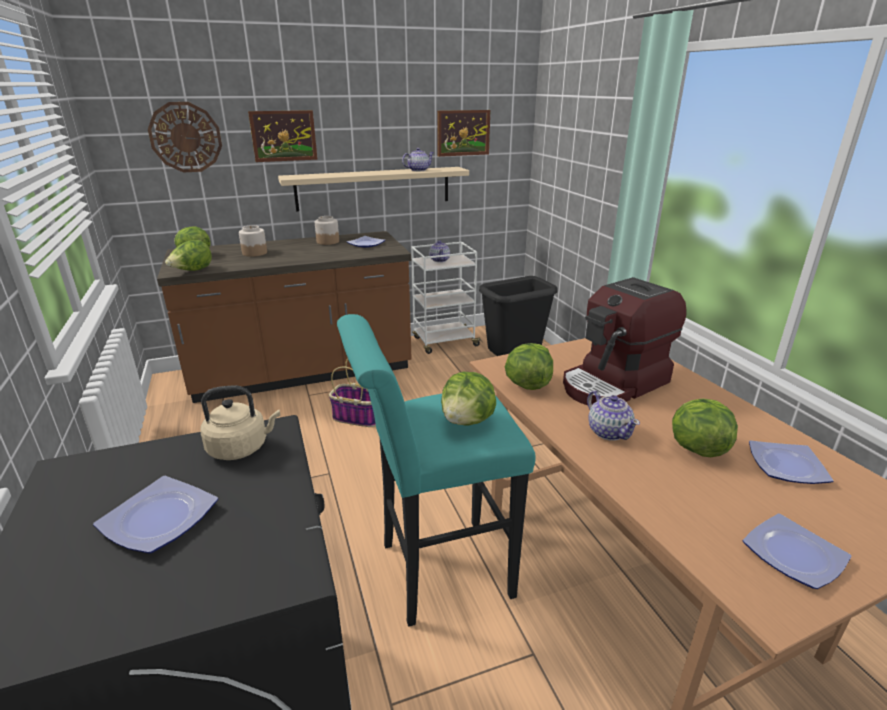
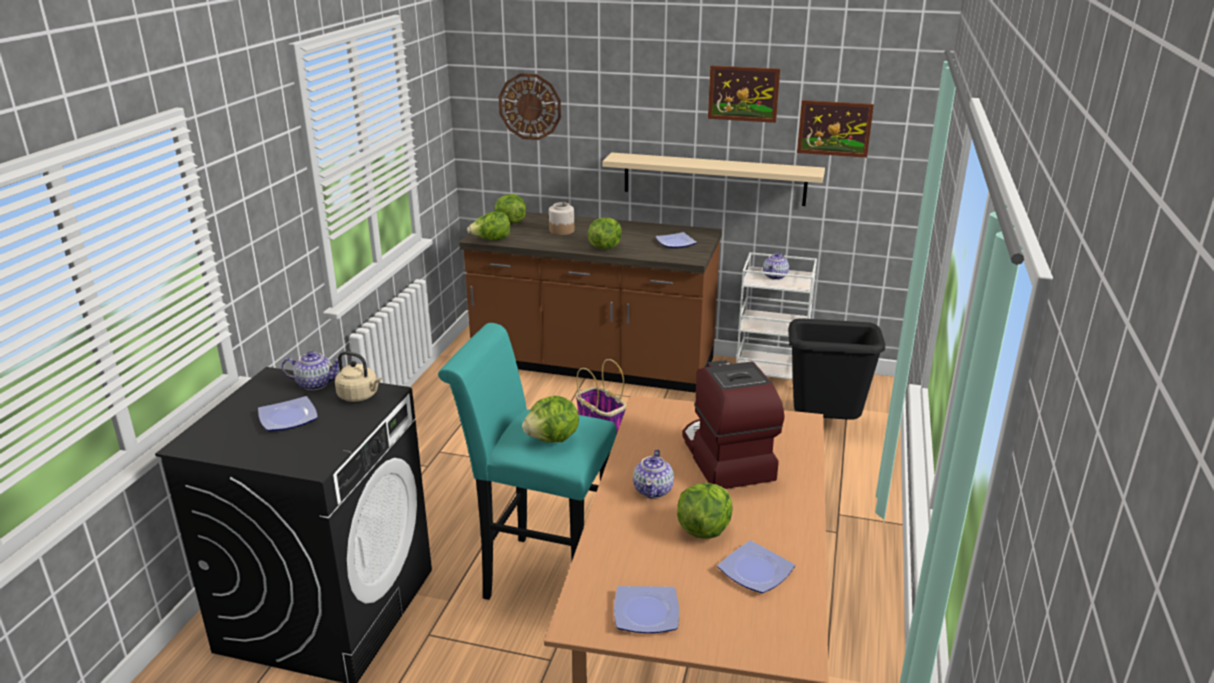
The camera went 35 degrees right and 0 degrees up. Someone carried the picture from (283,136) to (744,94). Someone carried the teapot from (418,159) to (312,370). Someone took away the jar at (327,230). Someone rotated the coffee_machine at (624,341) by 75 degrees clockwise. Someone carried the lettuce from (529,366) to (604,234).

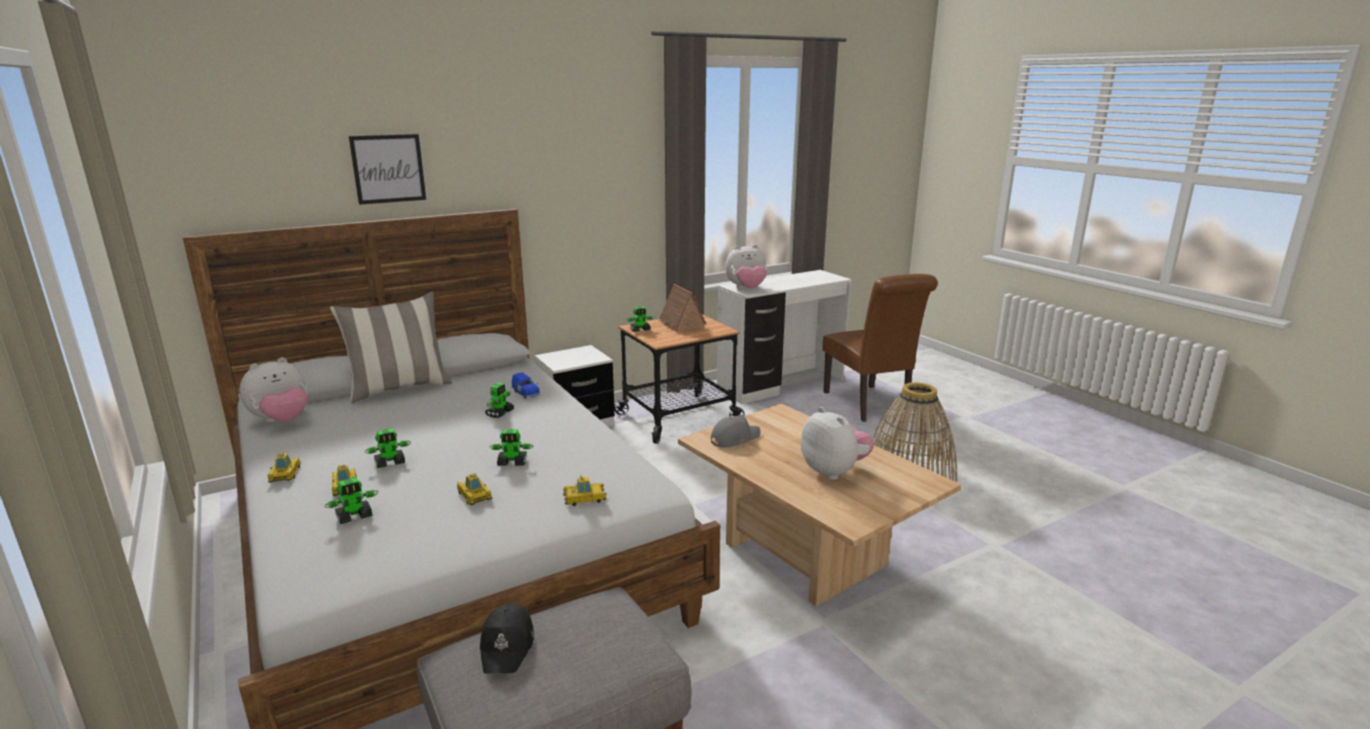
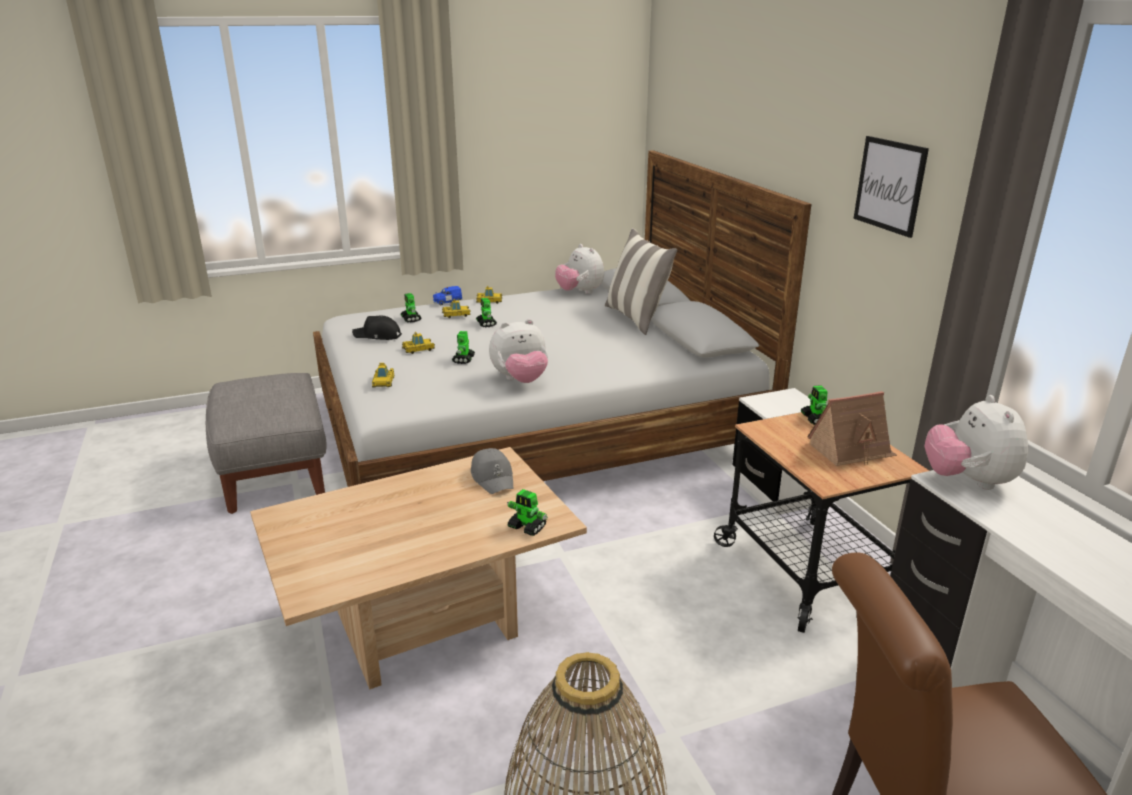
The camera went 100 degrees right and 5 degrees up. Someone carried the picture from (387,169) to (891,187). Someone carried the blue_toy_car from (525,386) to (448,295). Someone carried the toy_robot from (499,400) to (527,512). Someone carried the plush_toy from (837,443) to (518,351). Someone carried the black_cap from (507,638) to (377,327).

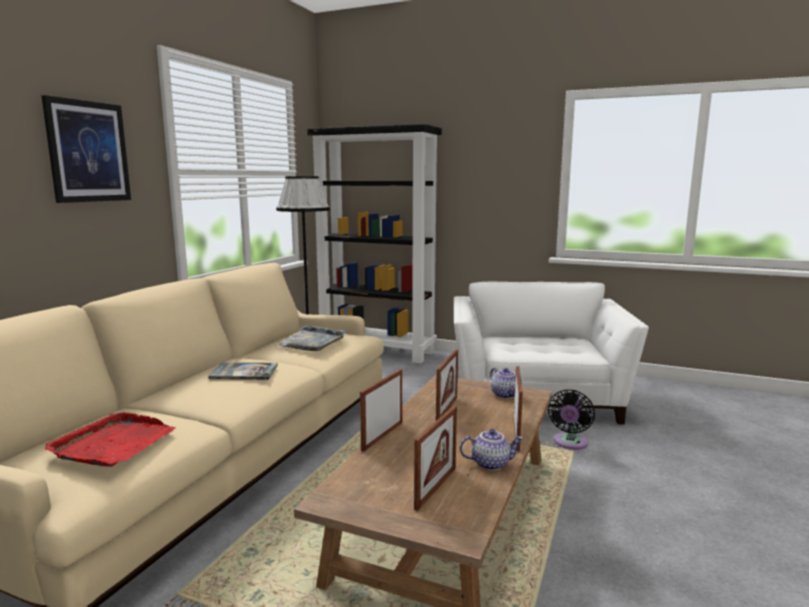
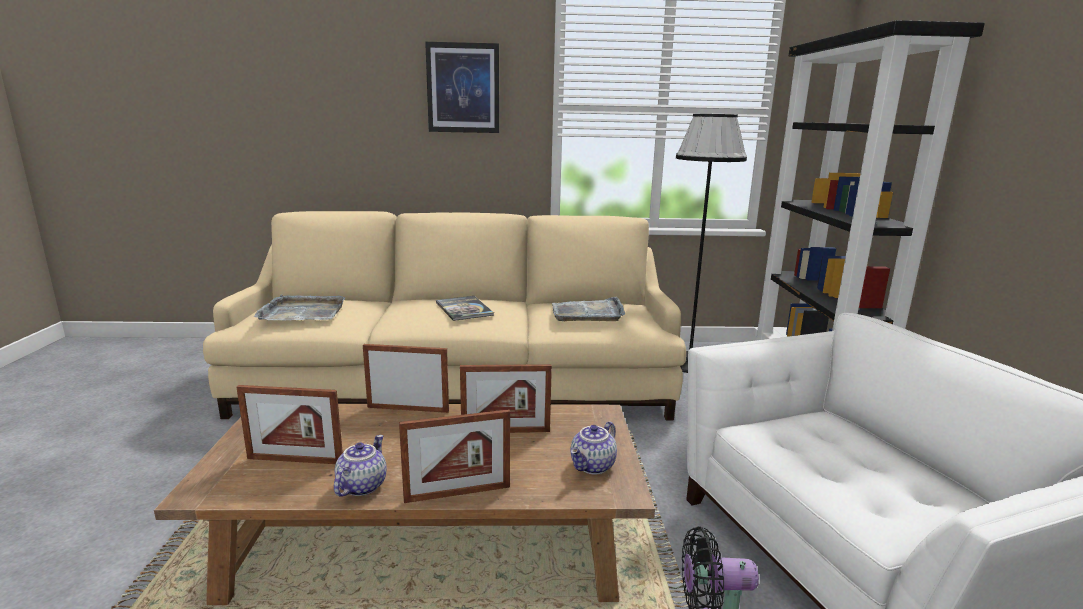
The camera went 65 degrees right and 5 degrees up. Someone repainted the red_tray at (110,439), which became the grey_tray at (299,307). Someone rotated the teapot at (491,449) by 135 degrees counterclockwise.

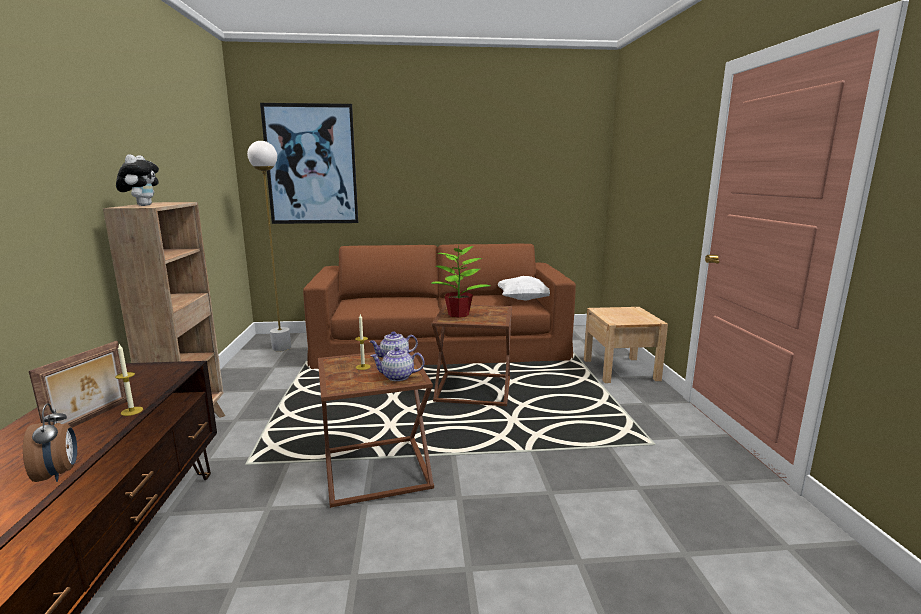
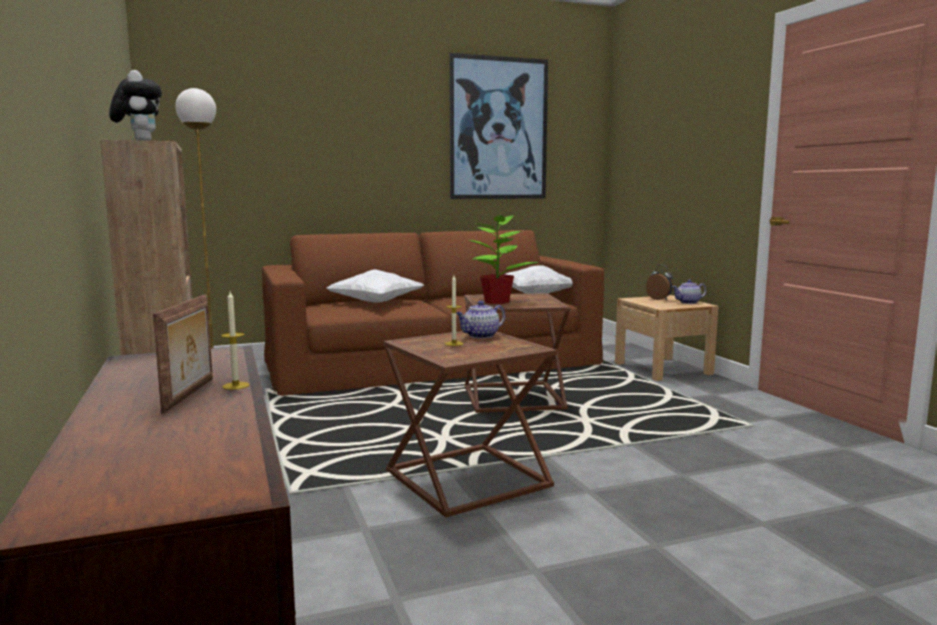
The camera went 15 degrees left and 5 degrees down. Someone carried the picture from (309,163) to (498,126). Someone carried the teapot from (397,364) to (689,292). Someone carried the alarm_clock from (50,442) to (659,282). Someone put down the white_pillow at (375,286).

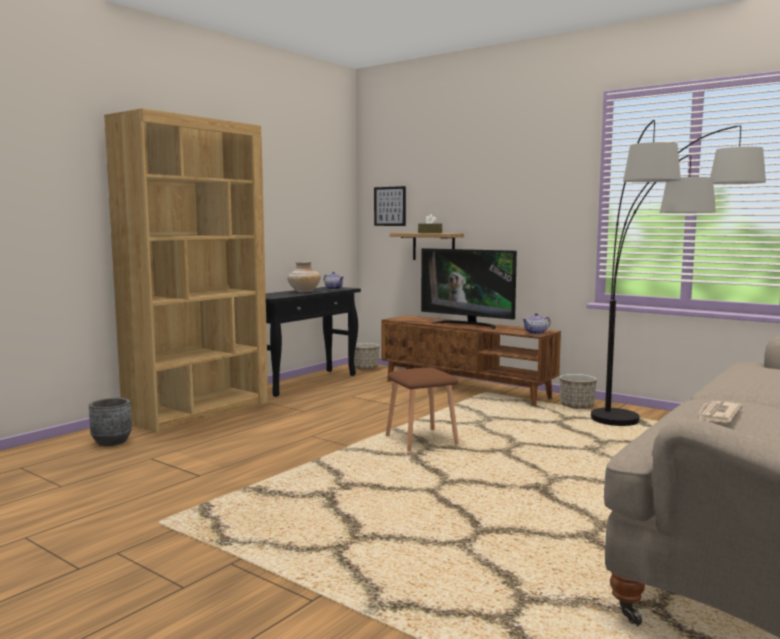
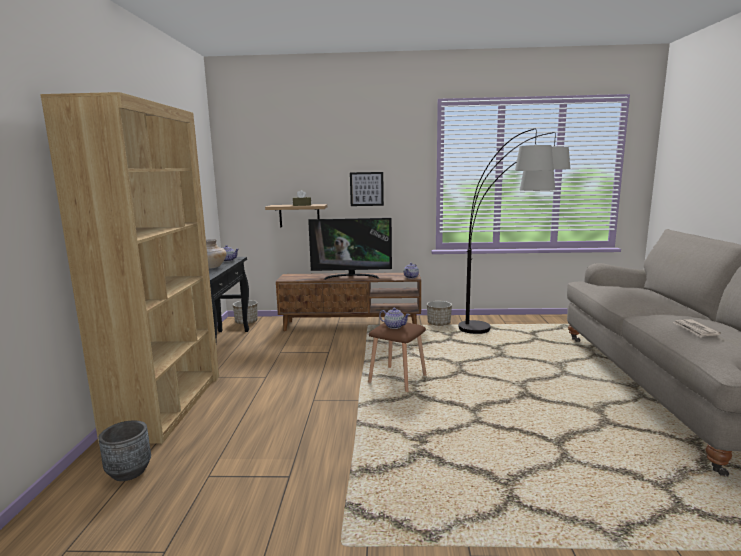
The camera went 35 degrees left and 5 degrees up. Someone carried the picture from (390,206) to (367,189). Someone put down the teapot at (394,318).

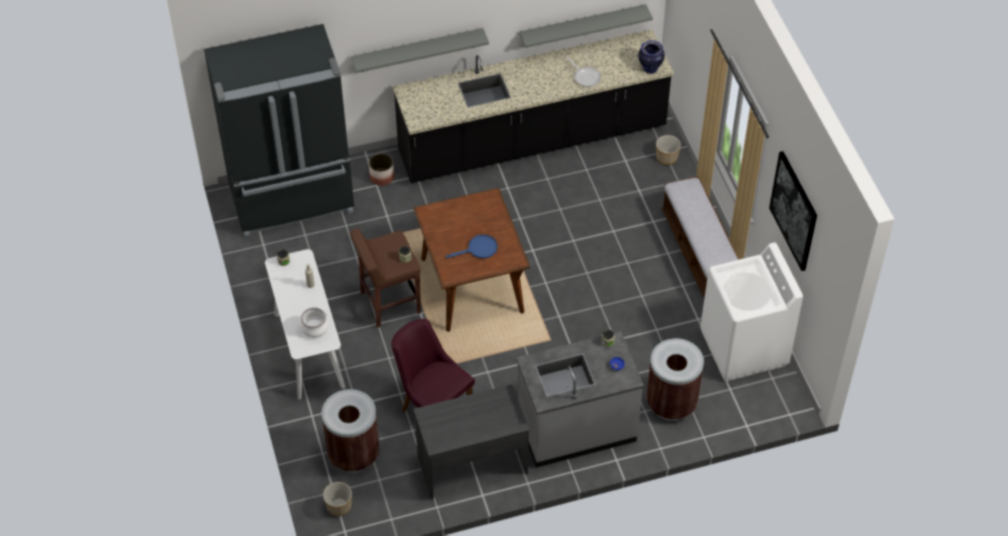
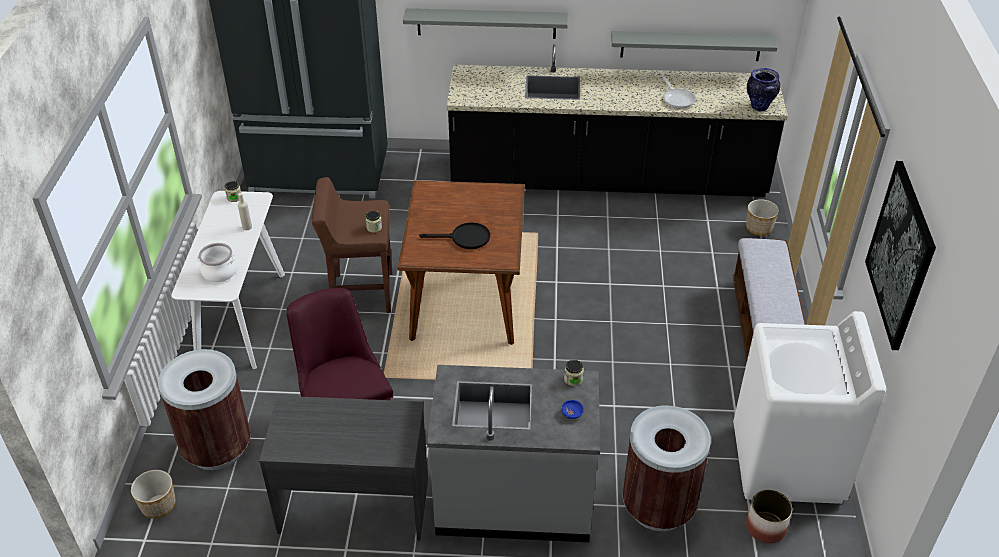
The camera went 20 degrees right and 10 degrees down. Someone carried the planter from (381,169) to (769,516). Someone repainted the blue_frying_pan at (471,246), which became the black_frying_pan at (454,235).

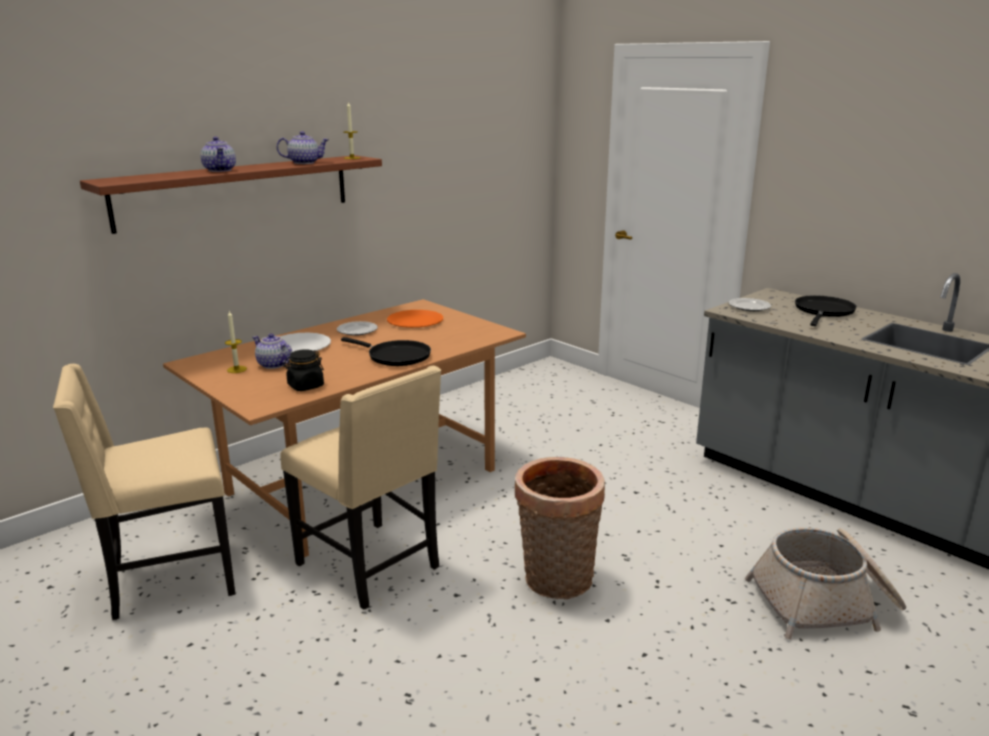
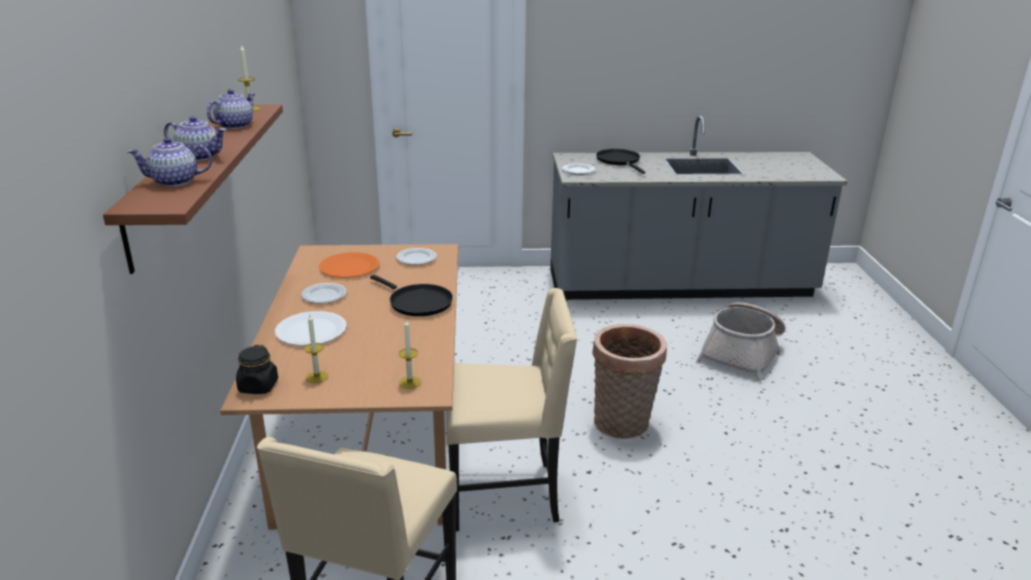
The camera went 50 degrees left and 5 degrees up. Someone carried the teapot from (272,351) to (169,162). Someone rotated the black_frying_pan at (386,351) by 60 degrees clockwise. Someone carried the black_jar from (303,370) to (257,369). Someone put down the plate at (416,256). Someone put down the candle at (410,354).

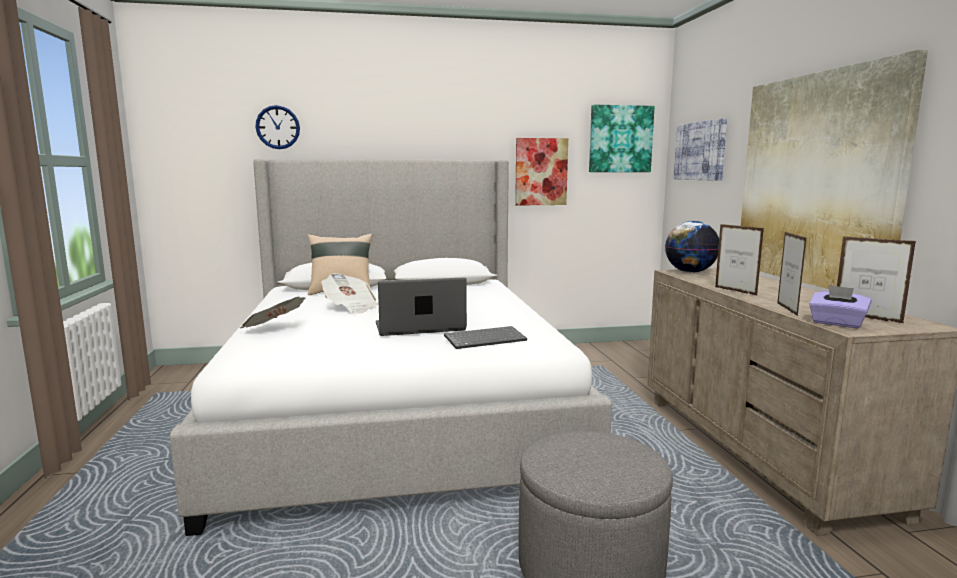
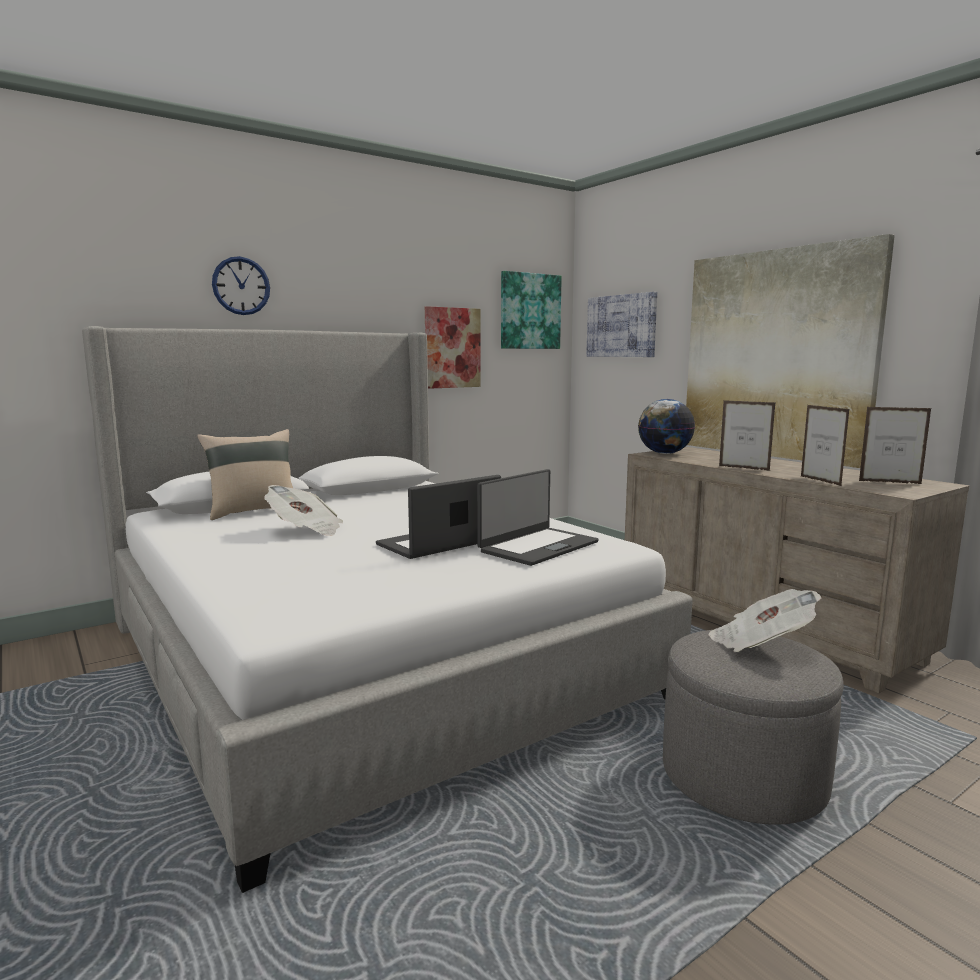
The camera went 25 degrees left and 0 degrees up. Someone carried the wall_clock from (277,127) to (241,285). Someone took away the purple_tissue_box at (840,306). Someone carried the newspaper from (273,312) to (765,620). Someone swapped the keyboard at (485,337) for the laptop at (537,517).

